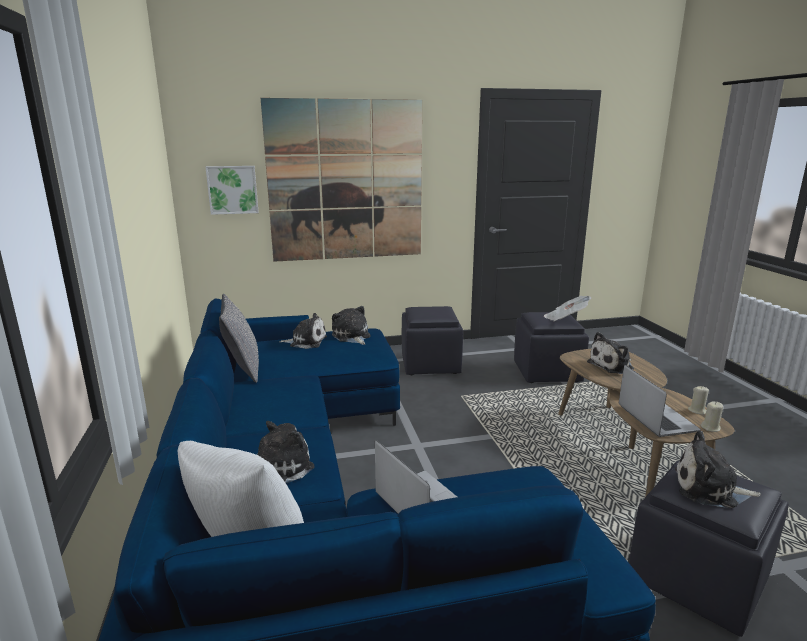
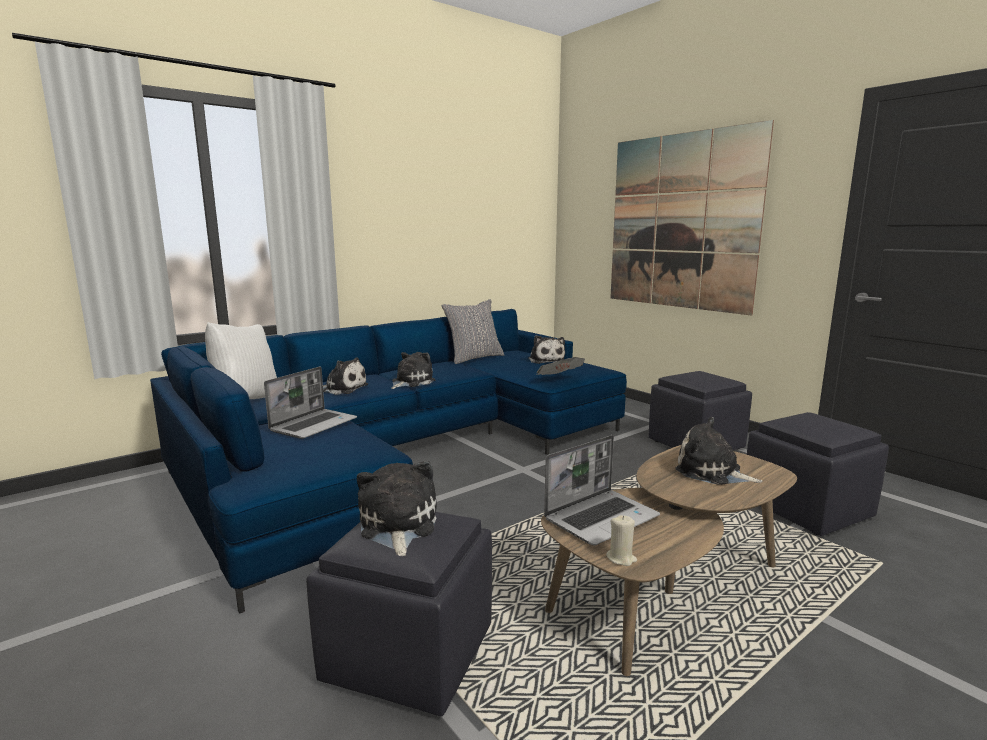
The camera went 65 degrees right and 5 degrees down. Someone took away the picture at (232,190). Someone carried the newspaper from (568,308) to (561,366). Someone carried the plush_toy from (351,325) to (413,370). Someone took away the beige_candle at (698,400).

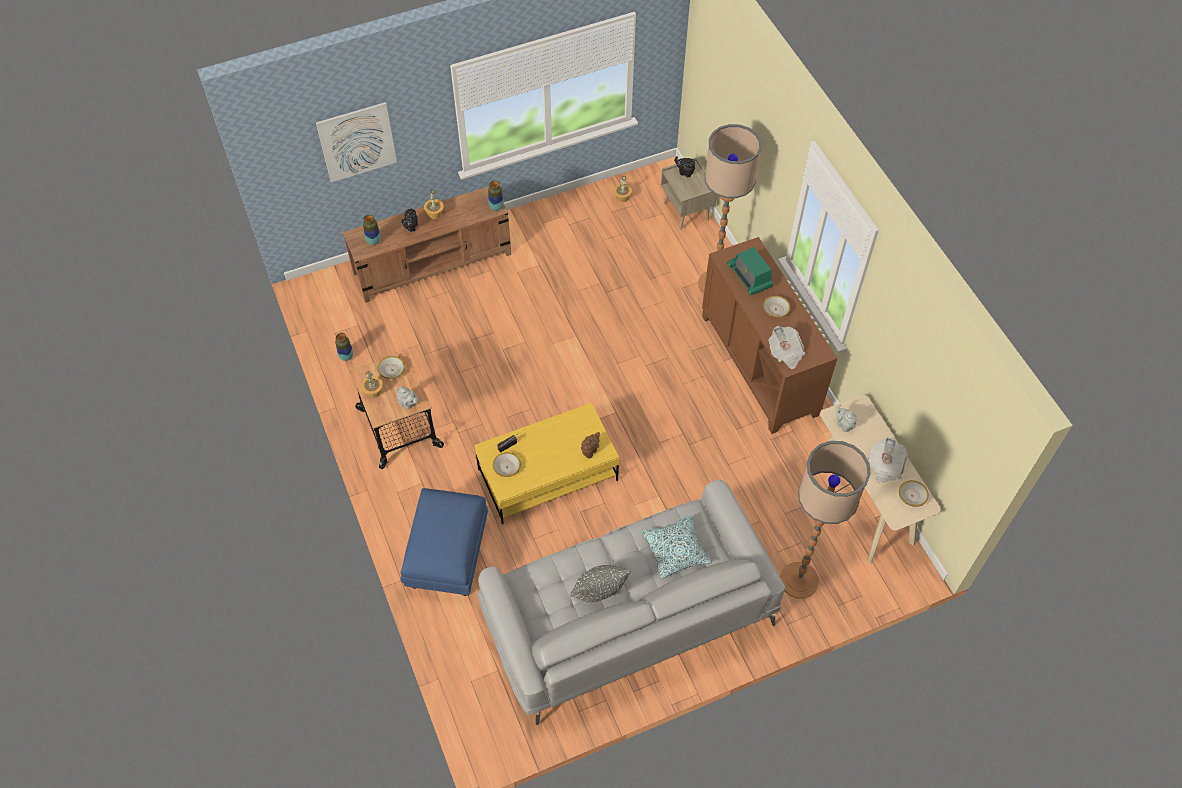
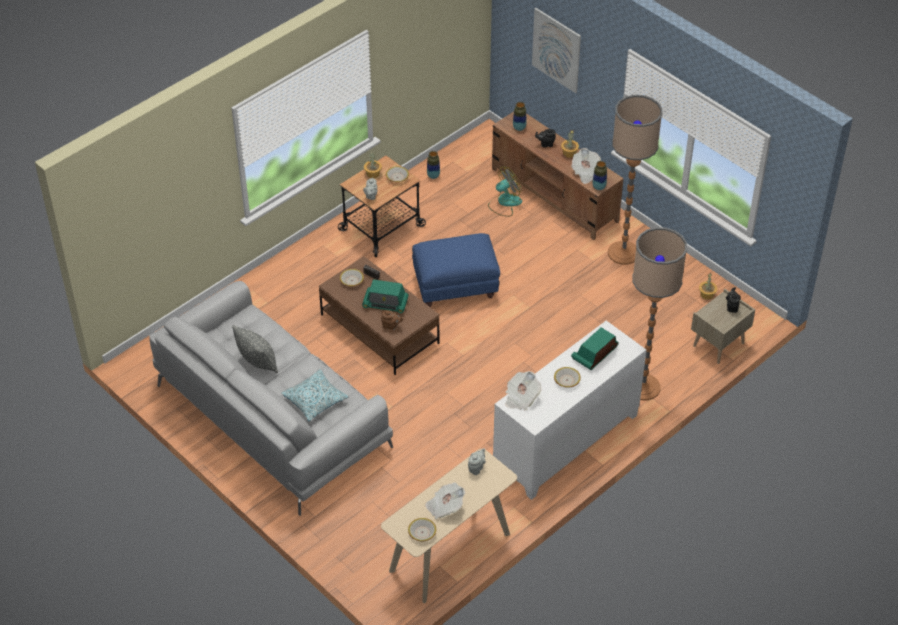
The camera went 70 degrees right and 10 degrees down. Someone repainted the brown_cabinet at (769,335), which became the white_cabinet at (569,410). Someone repainted the yellow_coffee_table at (547,463), which became the brown_coffee_table at (379,315). Someone carried the floor_lamp from (825,520) to (635,180). Someone carried the blue_ottoman from (444,542) to (456,270). Someone put down the newspaper at (586,166). Someone put down the fan at (505,192). Someone put down the radio at (385,296).

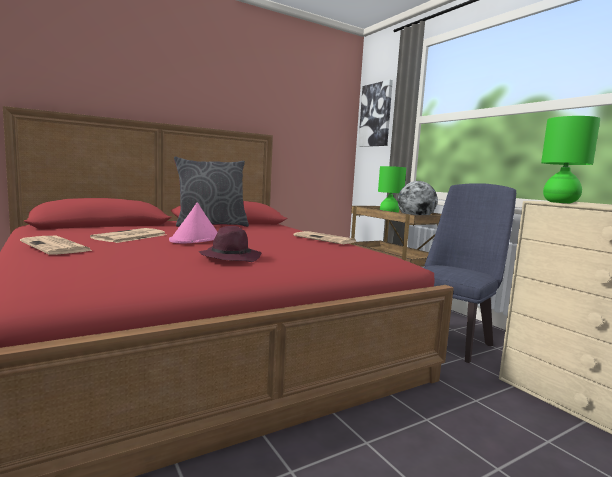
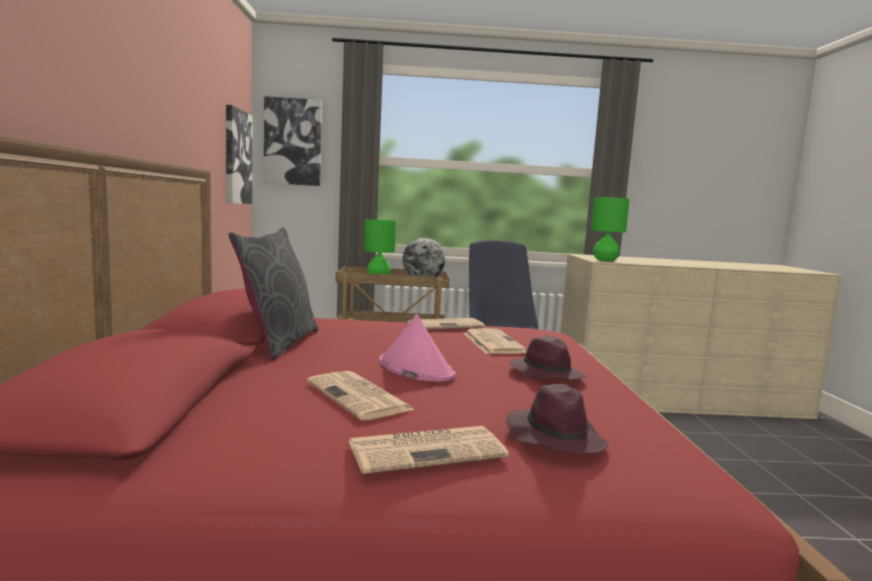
The camera went 60 degrees left and 0 degrees up. Someone put up the picture at (239,154). Someone put down the newspaper at (495,341). Someone put down the purple_hat at (557,419).

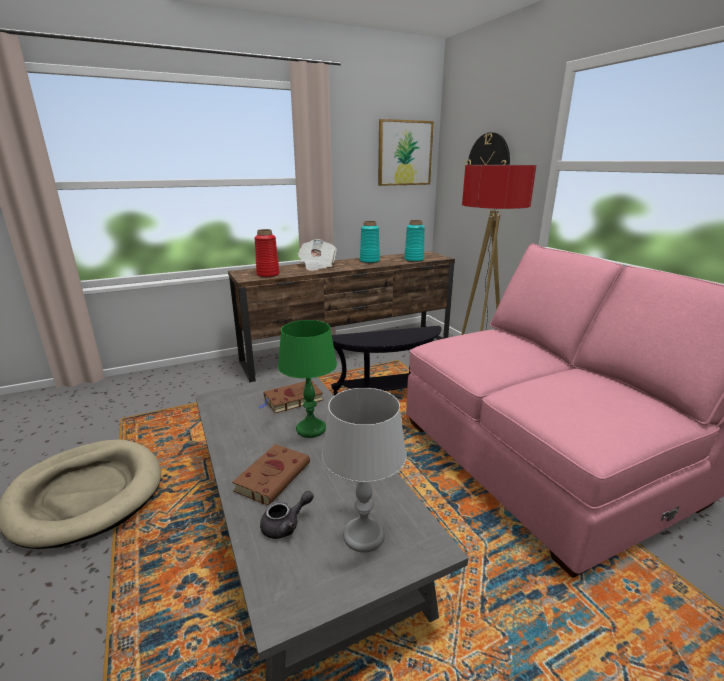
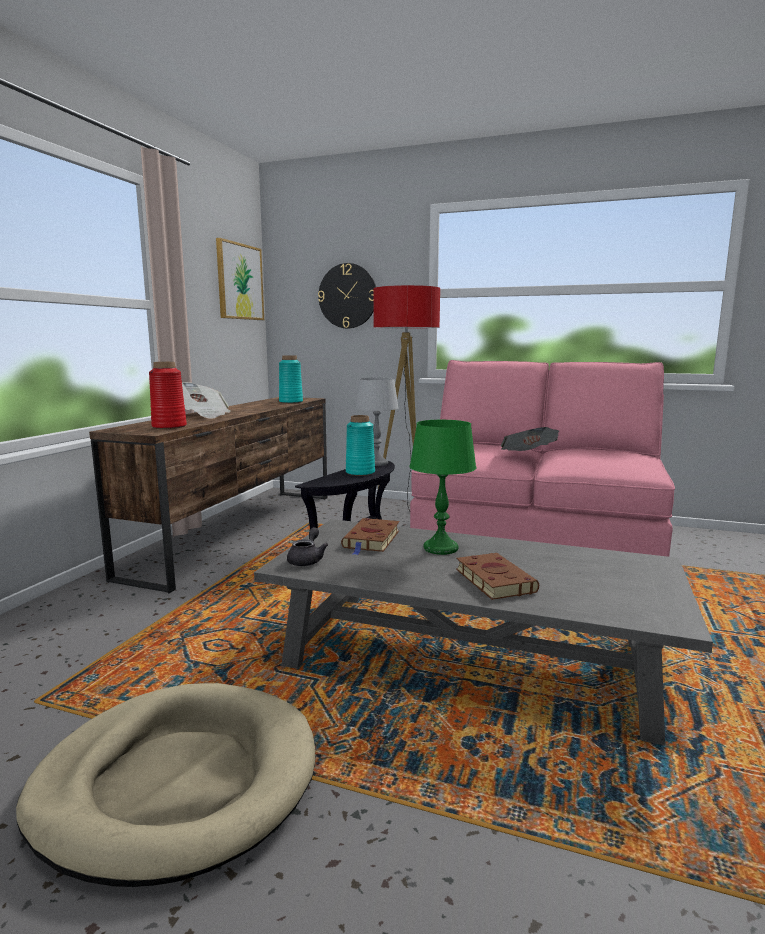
The camera went 45 degrees left and 10 degrees down. Someone carried the turquoise_vase from (370,242) to (360,445). Someone carried the grey_table_lamp from (364,470) to (376,422). Someone carried the grey_teapot from (287,515) to (307,546). Someone put down the newspaper at (530,439).

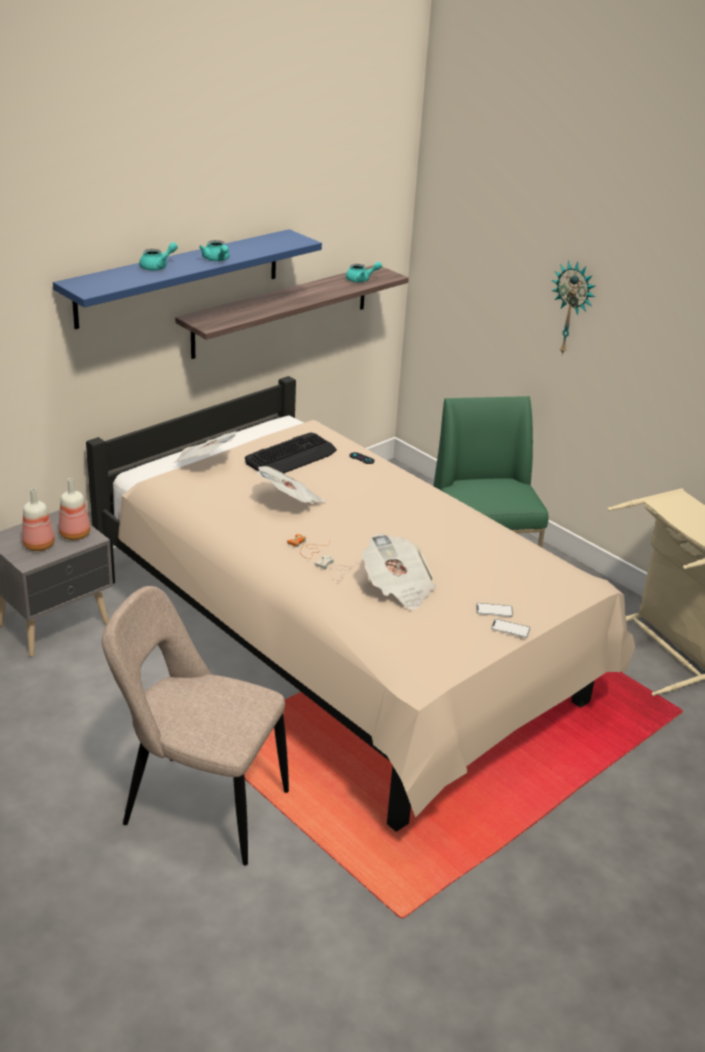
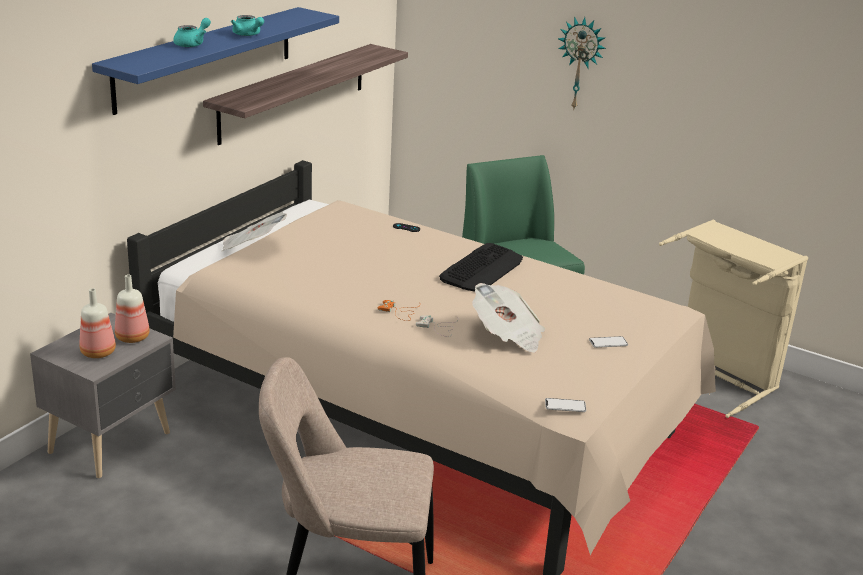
The camera went 15 degrees left and 5 degrees down. Someone took away the turquoise_teapot at (364,272). Someone carried the keyboard from (291,452) to (481,267). Someone took away the newspaper at (291,485). Someone carried the phone from (511,628) to (565,405).

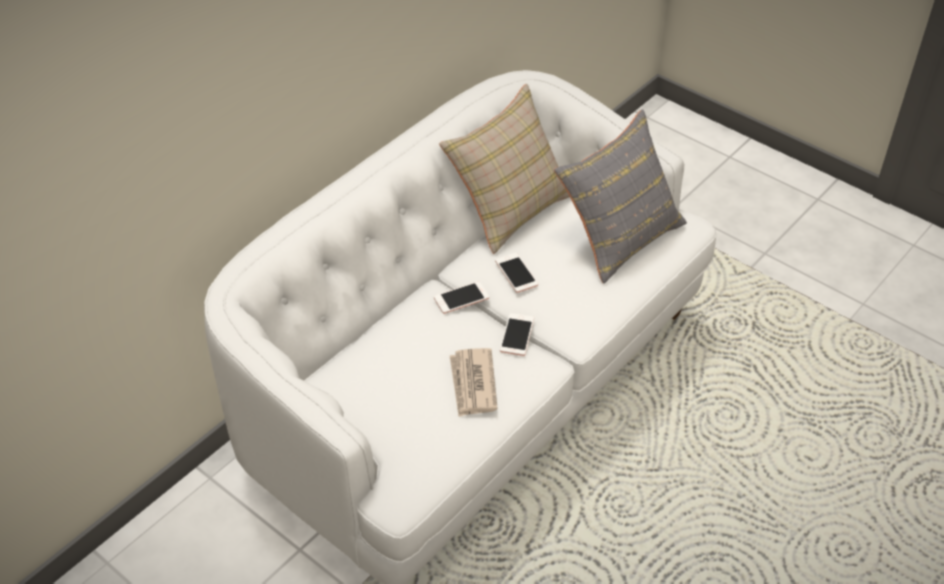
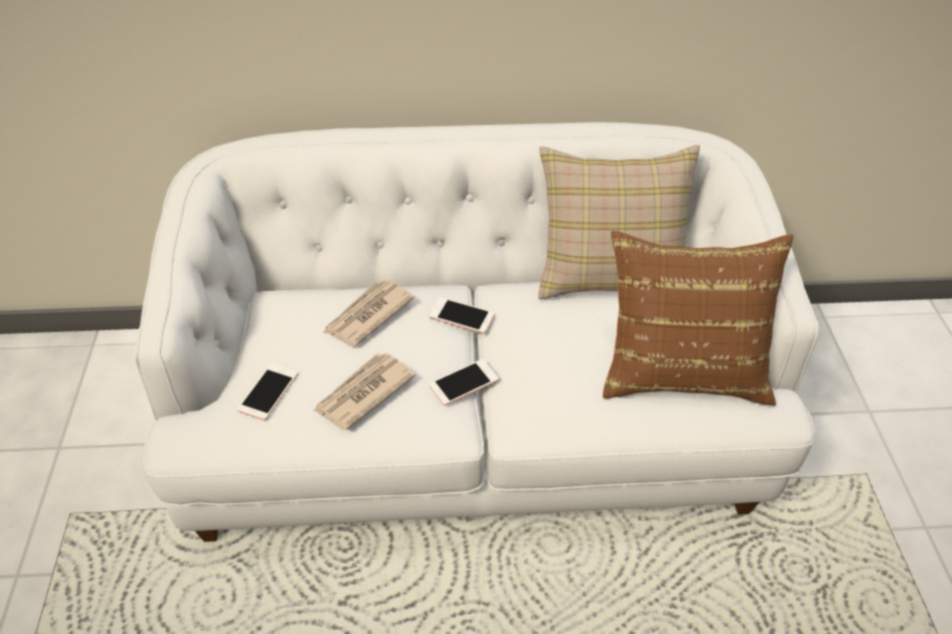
The camera went 45 degrees right and 0 degrees up. Someone repainted the grey_pillow at (620,196), which became the brown_pillow at (698,318). Someone carried the phone from (516,273) to (267,391). Someone put down the newspaper at (369,313).

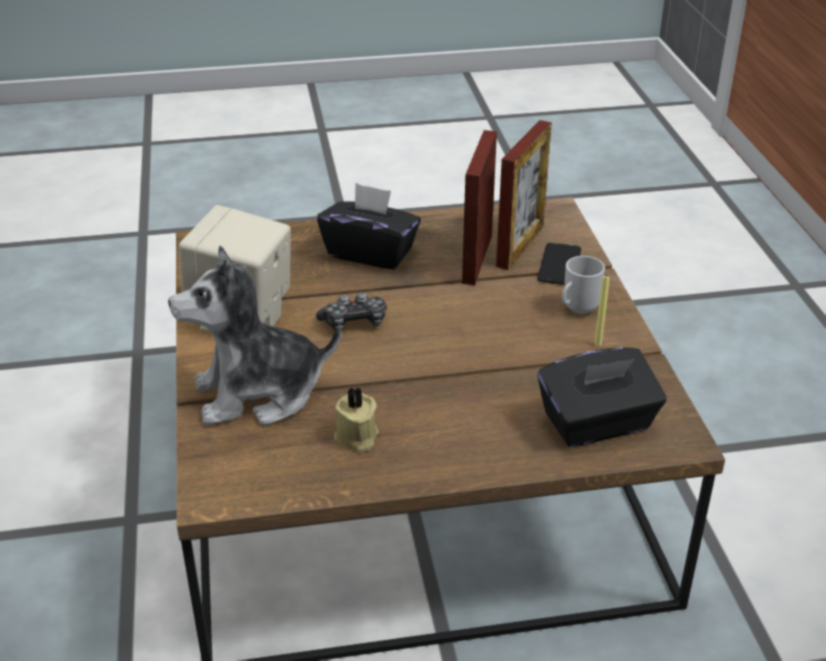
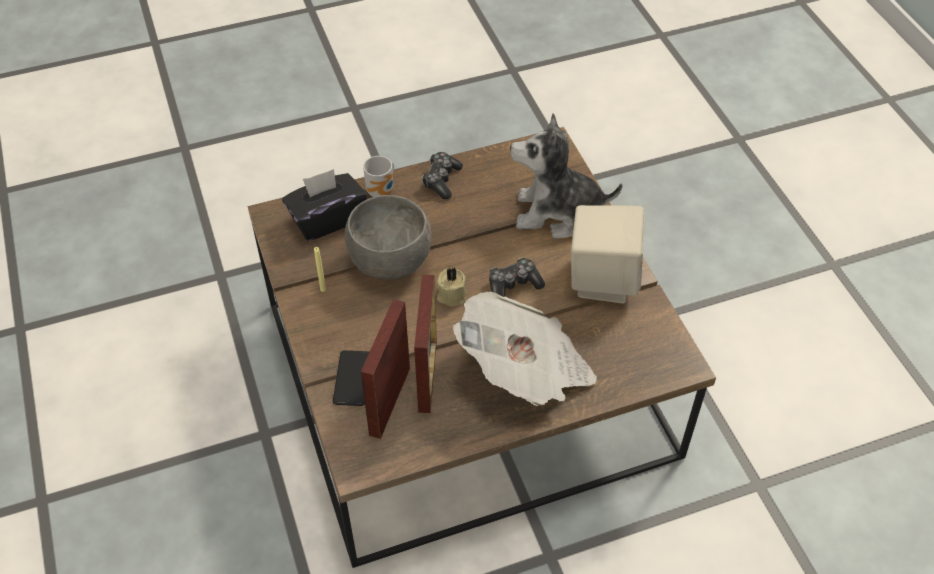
The camera went 170 degrees right and 15 degrees up. Someone swapped the black_tissue_box at (369,226) for the newspaper at (525,349). Someone rotated the plush_toy at (254,335) by 150 degrees counterclockwise. Someone carried the mug from (583,285) to (378,176). Someone carried the beige_candle from (356,419) to (452,286). Someone put down the game_controller at (442,175). Someone put down the grey_bowl at (388,237).

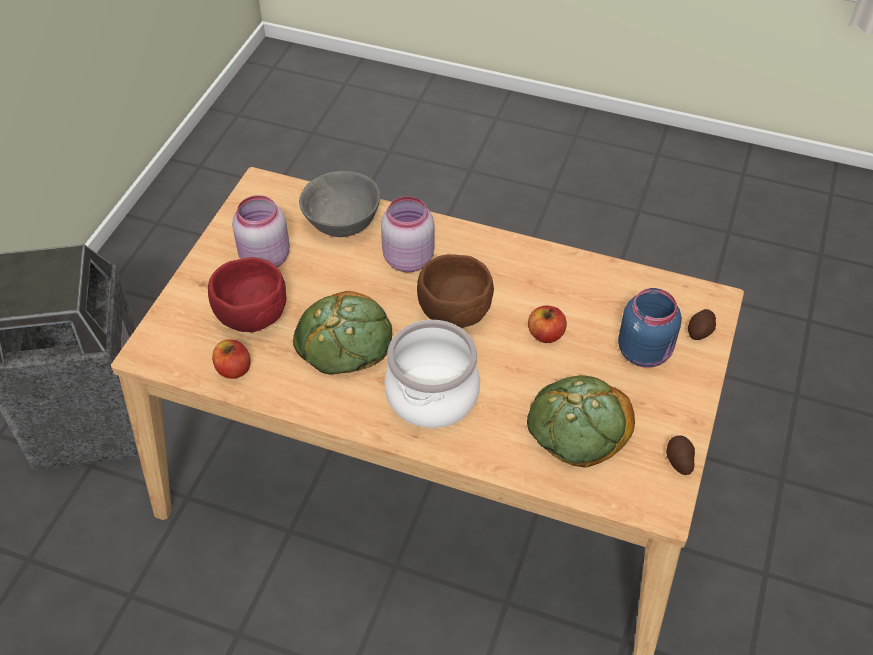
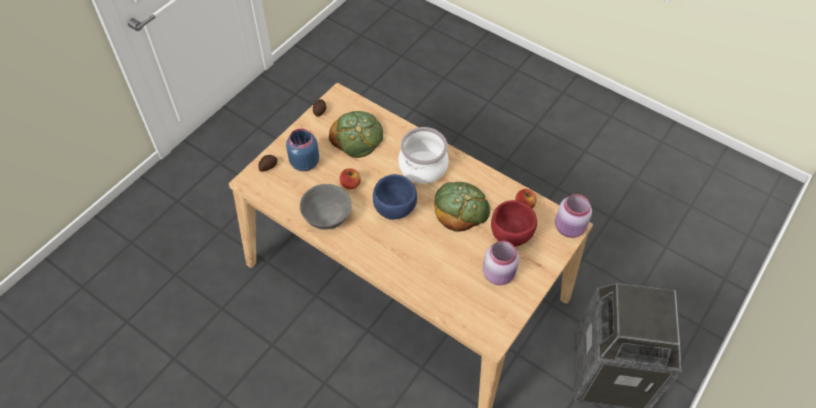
The camera went 165 degrees left and 5 degrees up. Someone carried the grey_bowl from (339,204) to (326,206). Someone carried the pink_jar from (407,234) to (573,216). Someone repainted the brown_bowl at (455,291), which became the blue_bowl at (395,197).

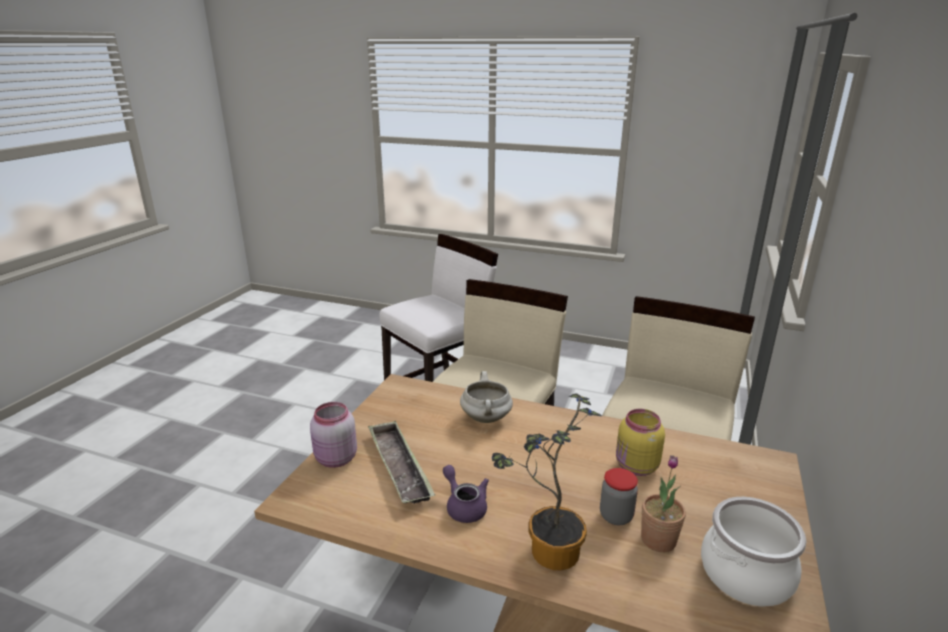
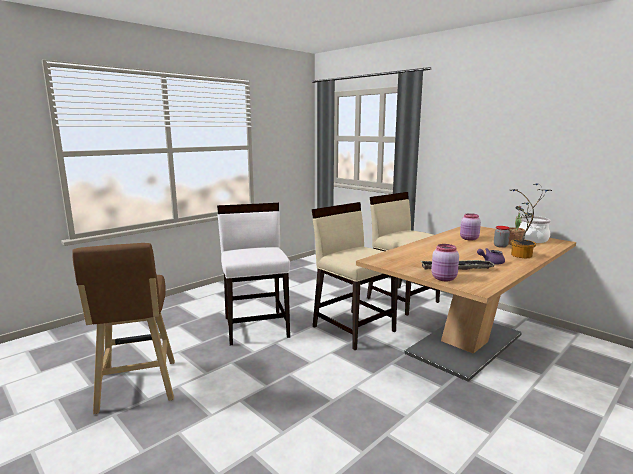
The camera went 65 degrees left and 10 degrees down. Someone took away the white_cooking_pot at (486,397). Someone repainted the yellow_jar at (640,442), which became the pink_jar at (470,227). Someone put down the brown_stool at (123,328).

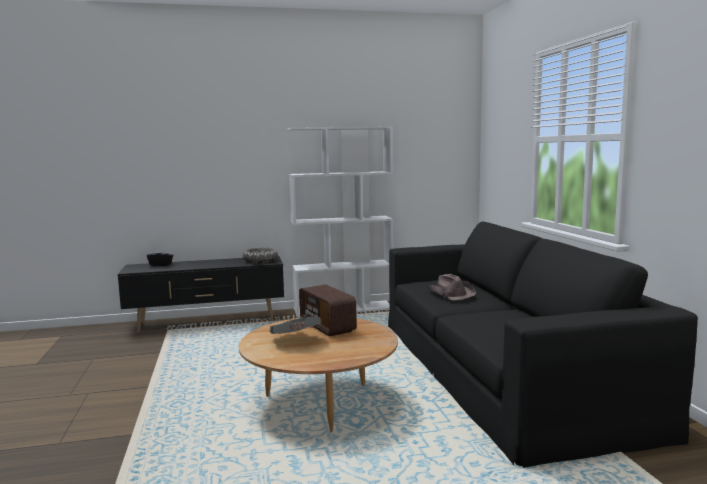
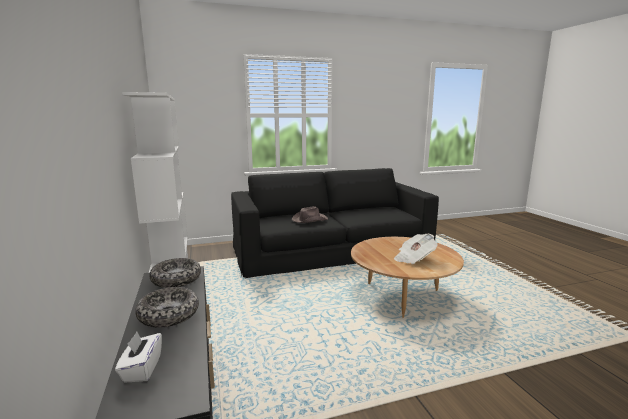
The camera went 95 degrees left and 5 degrees up. Someone repainted the black_tissue_box at (160,256), which became the white_tissue_box at (138,357). Someone took away the radio at (328,310). Someone put down the bowl at (167,307).

